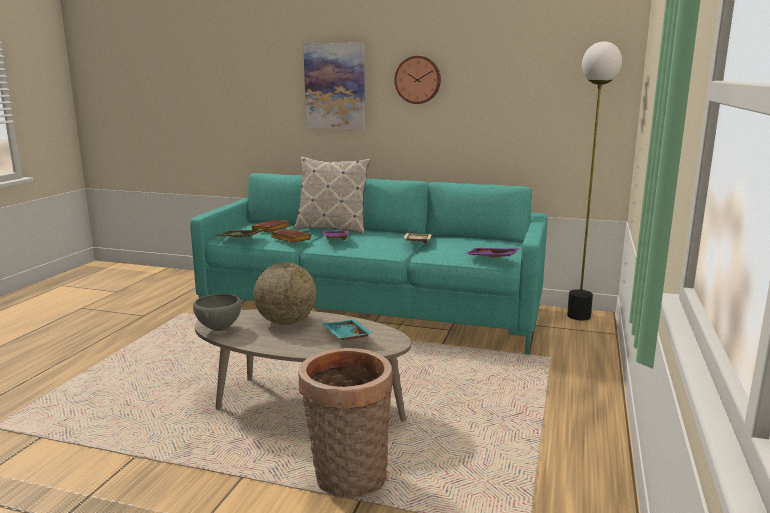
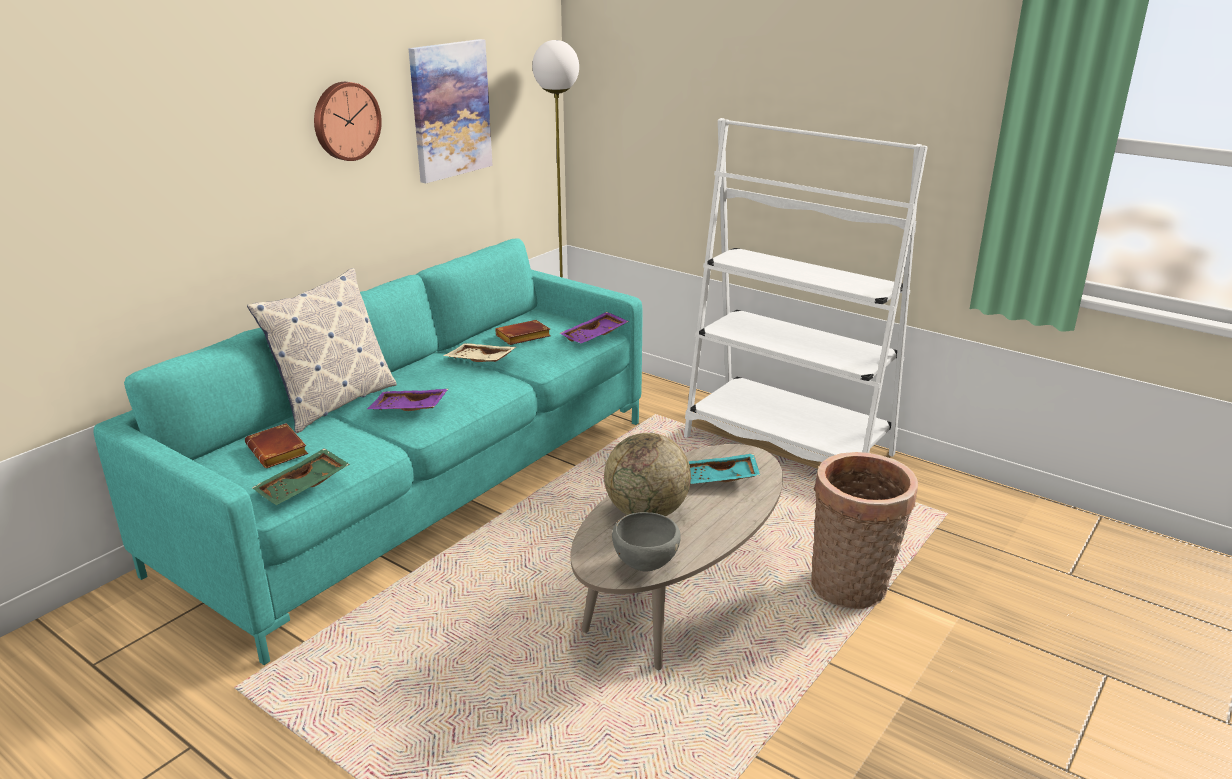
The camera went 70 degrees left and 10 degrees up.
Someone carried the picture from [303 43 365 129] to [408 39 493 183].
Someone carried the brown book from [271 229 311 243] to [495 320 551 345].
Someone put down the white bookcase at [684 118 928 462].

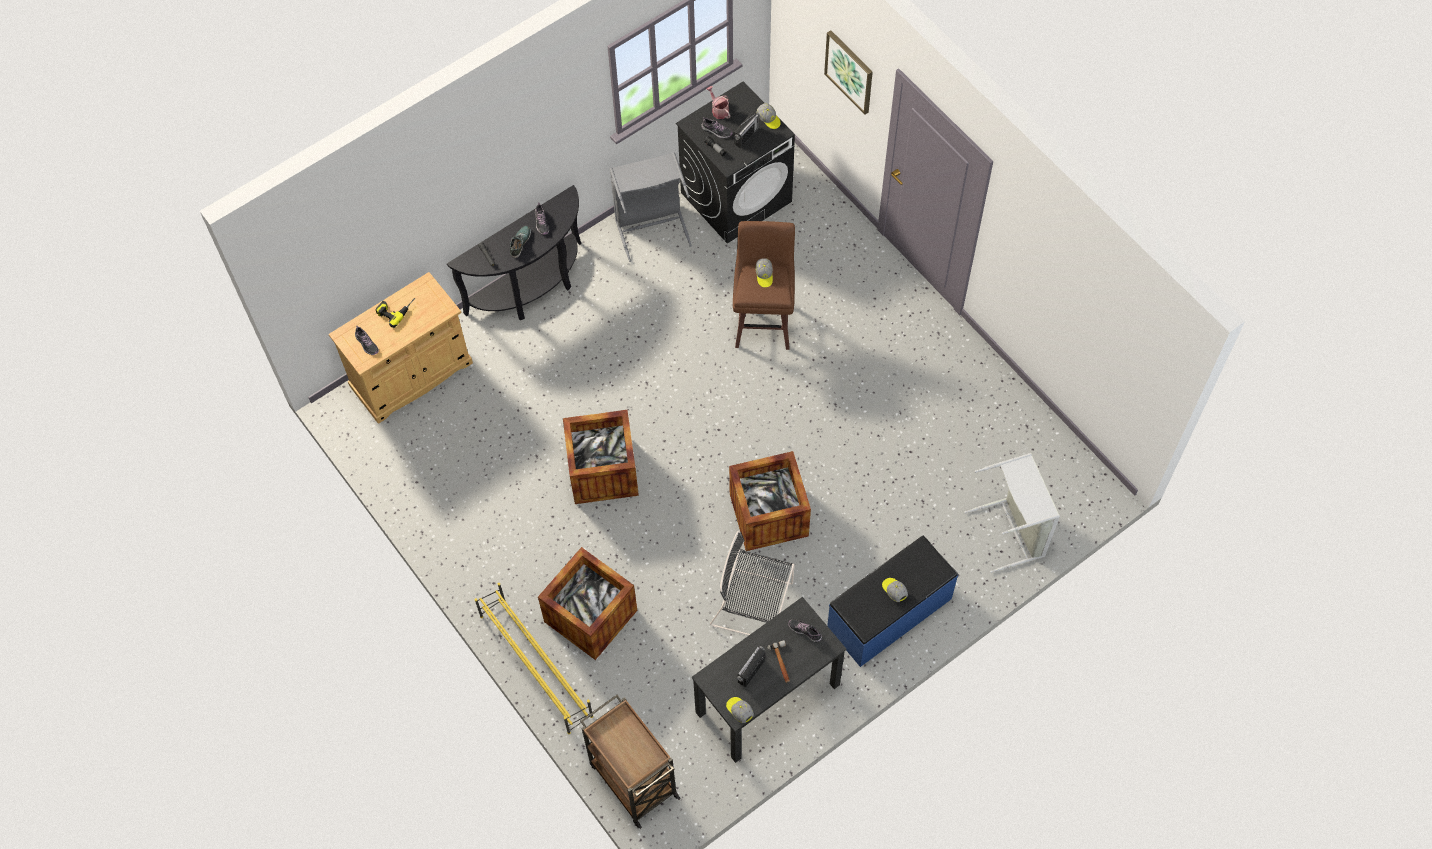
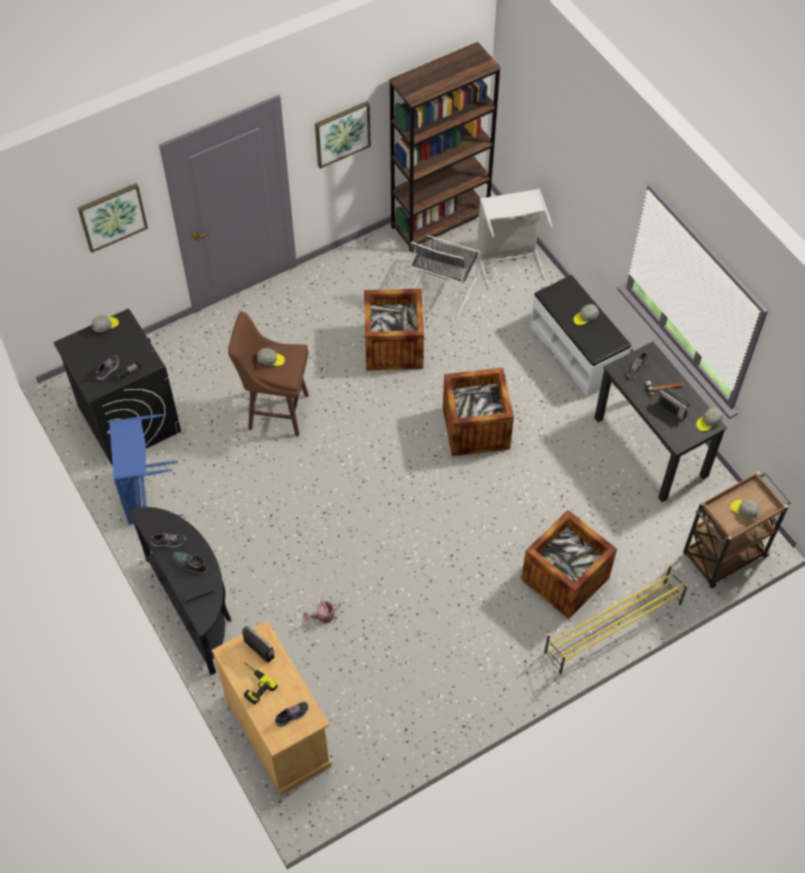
The camera went 85 degrees left and 5 degrees down.
Someone carried the watering can from [706 86 730 119] to [303 600 341 623].
Someone carried the radio from [734 112 760 148] to [242 625 275 663].
Someone repainted the grey laundry basket at [610 152 692 262], which became the blue laundry basket at [109 414 184 525].
Someone carried the crate from [563 410 639 504] to [364 289 424 370].
Someone carried the black chair from [710 531 795 635] to [408 235 480 318].
Someone repainted the blue bench at [827 535 958 667], which became the white bench at [530 275 631 397].
Someone put down the brown bookcase at [389 42 501 252].
Someone put up the picture at [315 101 371 169].
Someone put down the cap at [731 499 761 518].

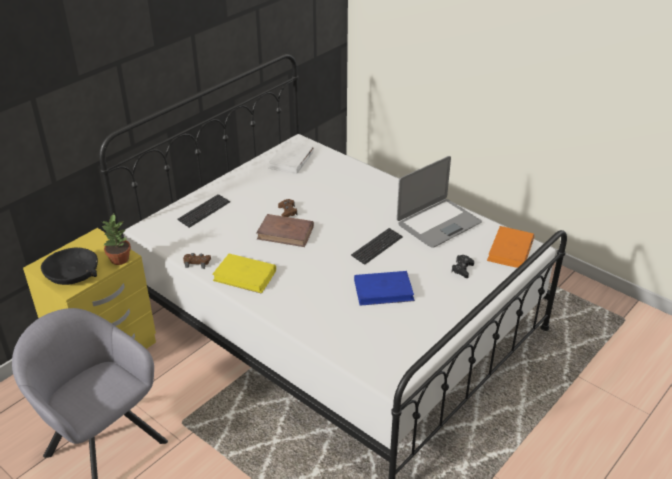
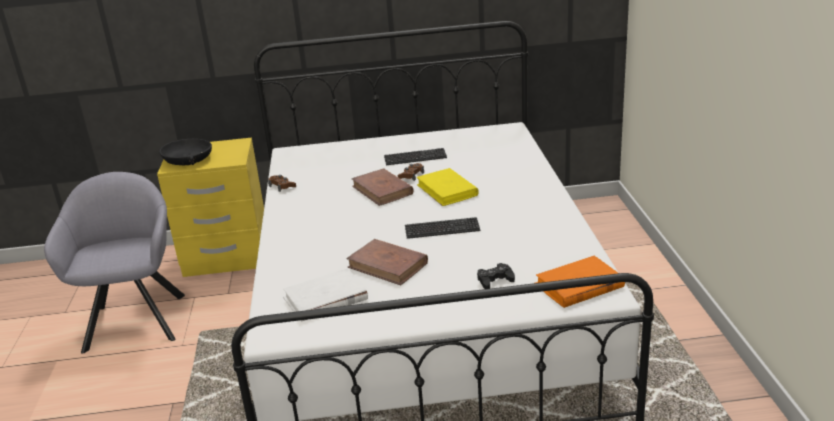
The camera went 45 degrees right and 10 degrees down.
Someone carried the white book from [268 142 314 174] to [283 268 368 322].
Someone took away the laptop at [397 156 482 248].
Someone carried the keyboard from [177 194 230 228] to [384 148 447 165].
Someone took away the potted plant at [101 214 131 265].
Someone carried the yellow book from [212 254 276 294] to [417 168 479 206].
Someone repainted the blue book at [354 271 415 306], which became the brown book at [347 239 428 285].

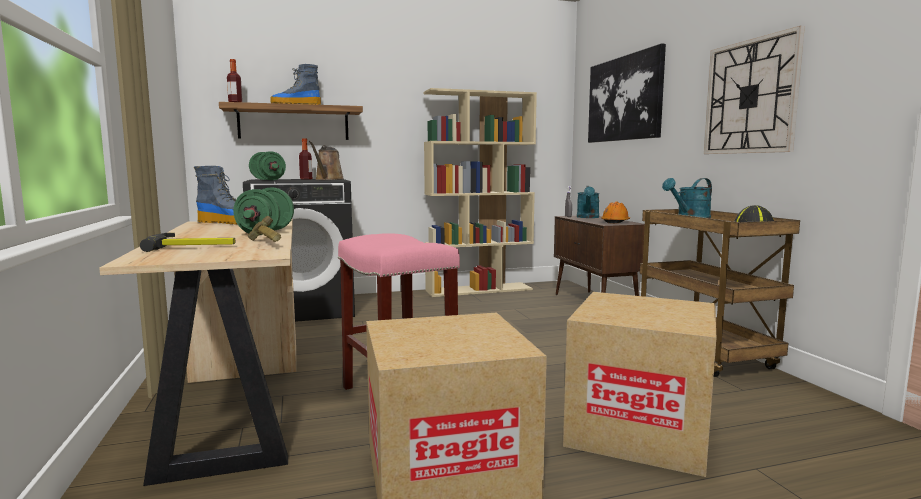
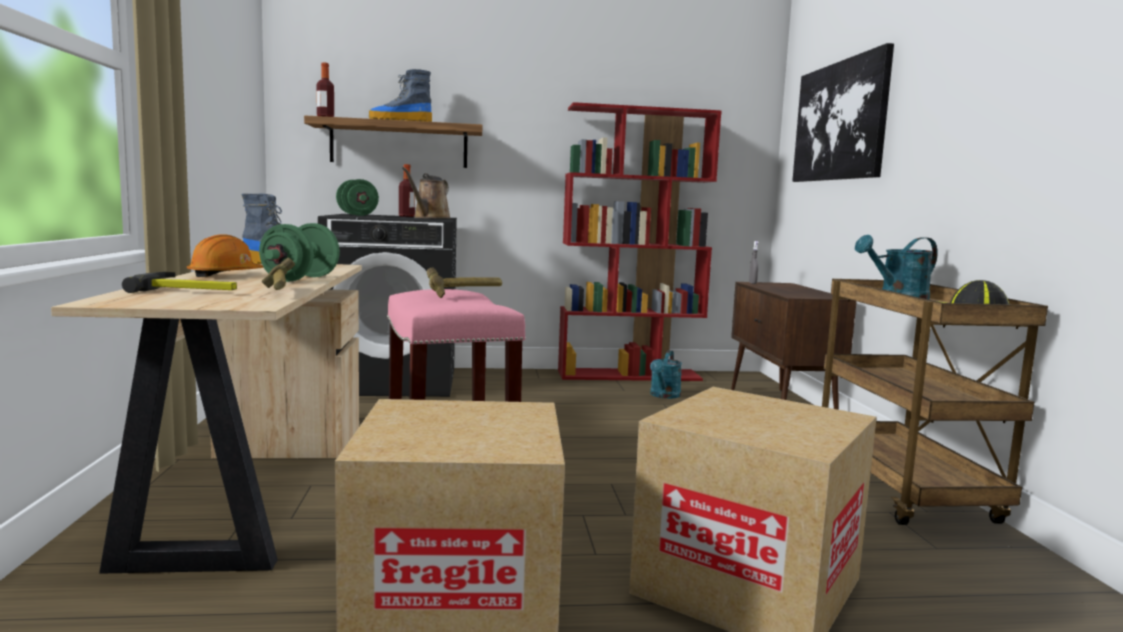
The camera went 10 degrees right and 0 degrees up.
Someone took away the wall clock at [704 26 805 154].
Someone repainted the beige bookcase at [423 88 537 297], which became the red bookcase at [558 102 722 381].
Someone carried the turquoise watering can from [577 186 600 218] to [650 350 682 399].
Someone carried the orange hard hat from [601 202 630 224] to [187 234 264 277].
Someone put down the hammer at [427 268 502 298].

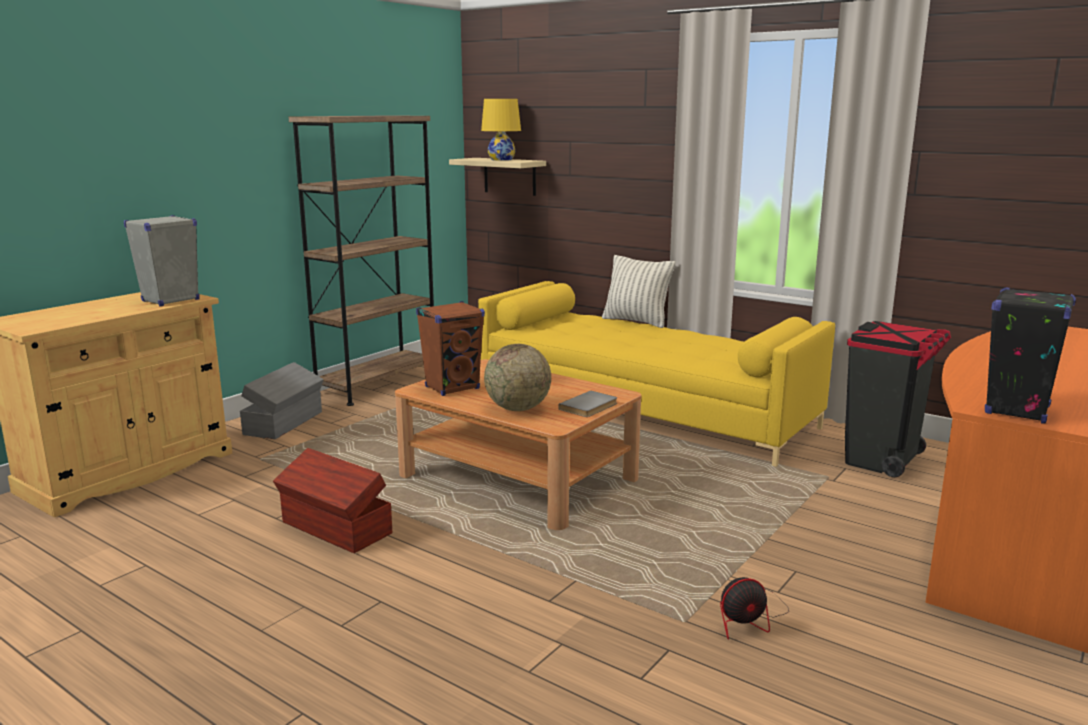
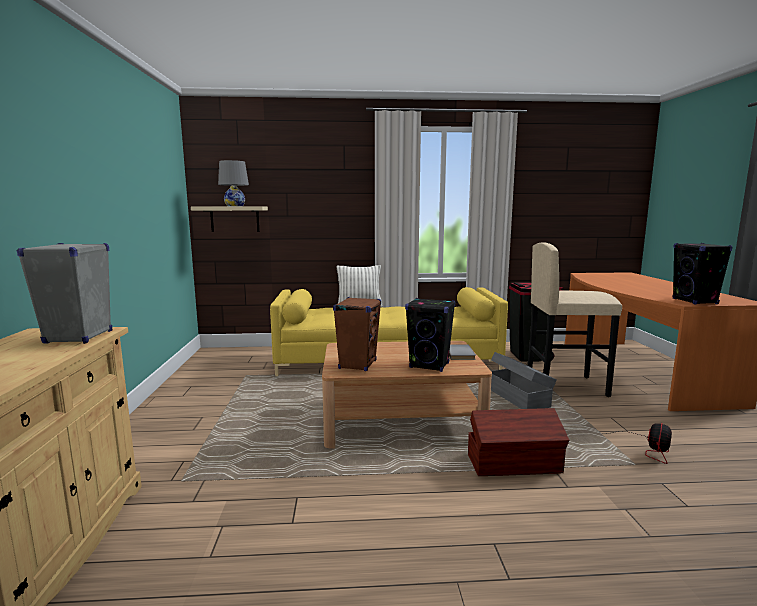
The camera went 40 degrees left and 5 degrees down.
Someone repainted the yellow table lamp at [481 99 521 161], which became the grey table lamp at [218 160 249 206].
Someone took away the brown bookcase at [289 115 434 406].
Someone swapped the globe at [484 344 551 411] for the black speaker at [405 298 455 372].
Someone carried the grey storage box from [240 362 324 439] to [491 352 557 409].
Someone carried the brown storage box from [273 448 392 553] to [468 408 569 476].
Someone put down the beige stool at [527 242 622 397].

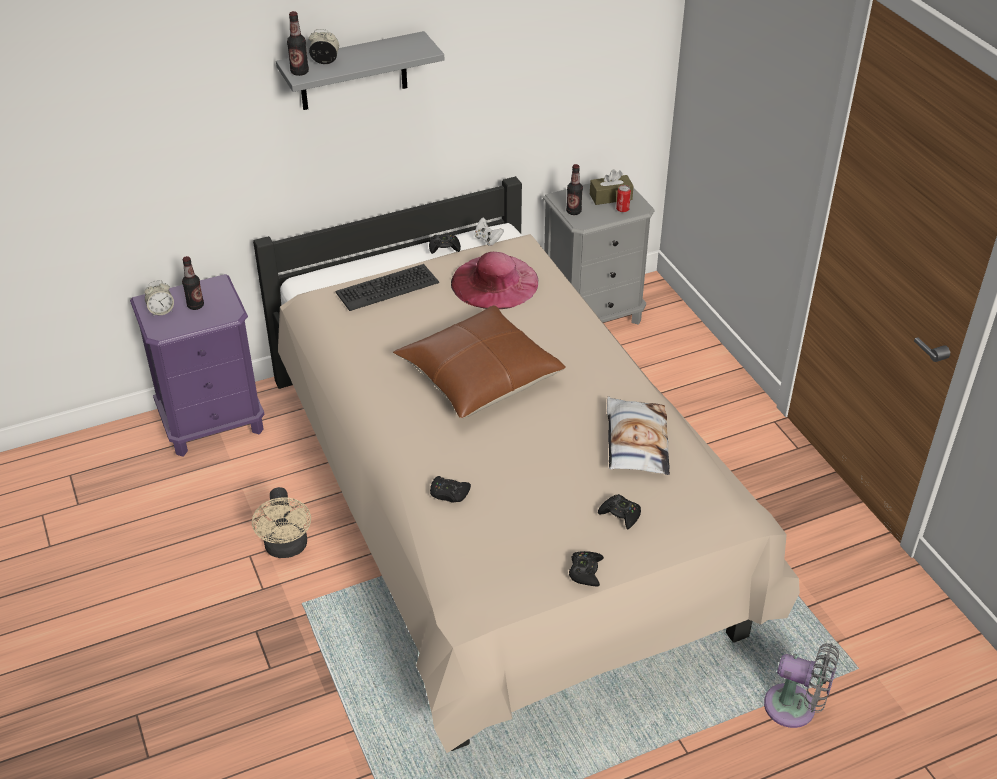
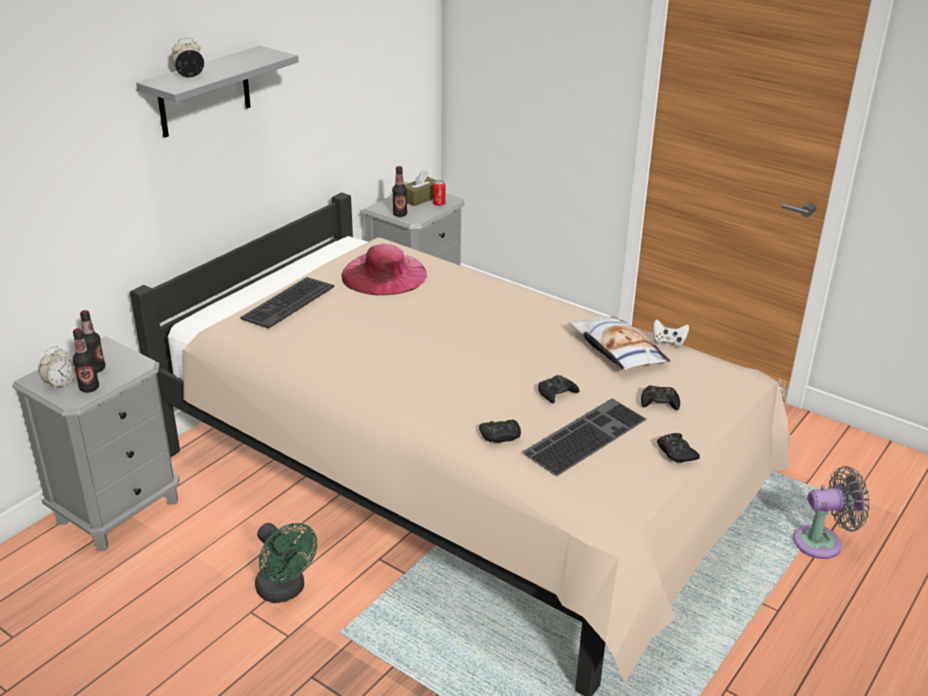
The camera went 30 degrees left and 10 degrees down.
Someone carried the bottle from [287 11 309 76] to [73 328 99 393].
Someone carried the white game controller from [474 217 504 246] to [653 319 689 347].
Someone carried the black game controller from [429 234 461 254] to [538 375 580 404].
Someone repainted the purple nightstand at [130 274 265 457], which became the grey nightstand at [12 336 179 551].
Someone took away the brown pillow at [393 306 566 418].
Someone repainted the beige fan at [252 487 311 558], which became the green fan at [255 523 317 603].
Someone put down the keyboard at [522 398 647 476].

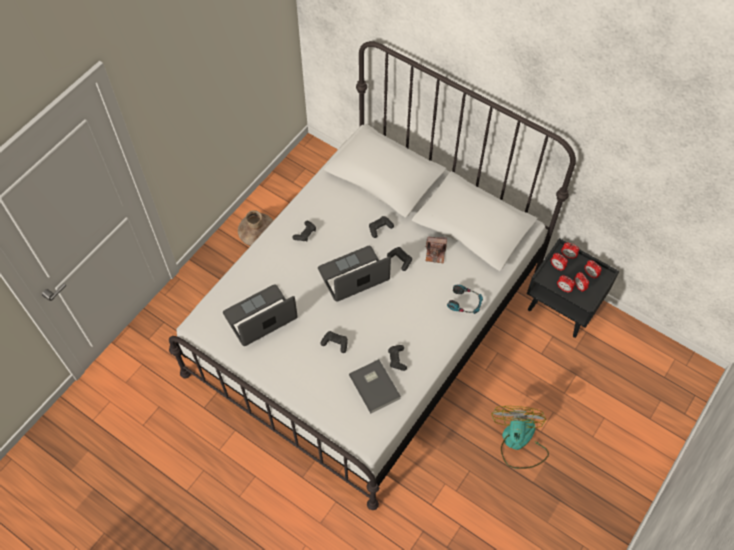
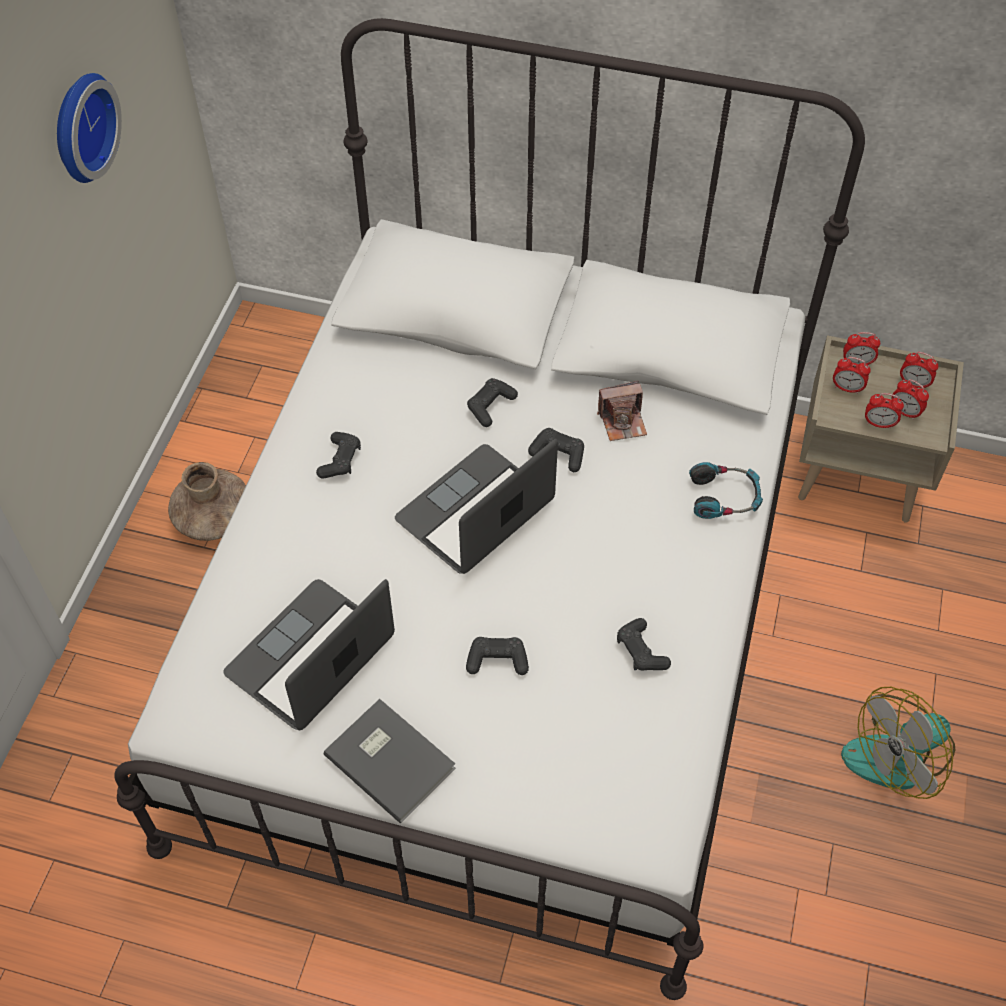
The camera went 20 degrees left and 5 degrees down.
Someone repainted the black nightstand at [527 238 619 338], which became the beige nightstand at [798 335 964 523].
Someone carried the grey book from [349 359 401 413] to [324 699 456 823].
Someone rotated the fan at [491 406 549 469] by 105 degrees counterclockwise.
Someone put up the wall clock at [57 73 122 183].

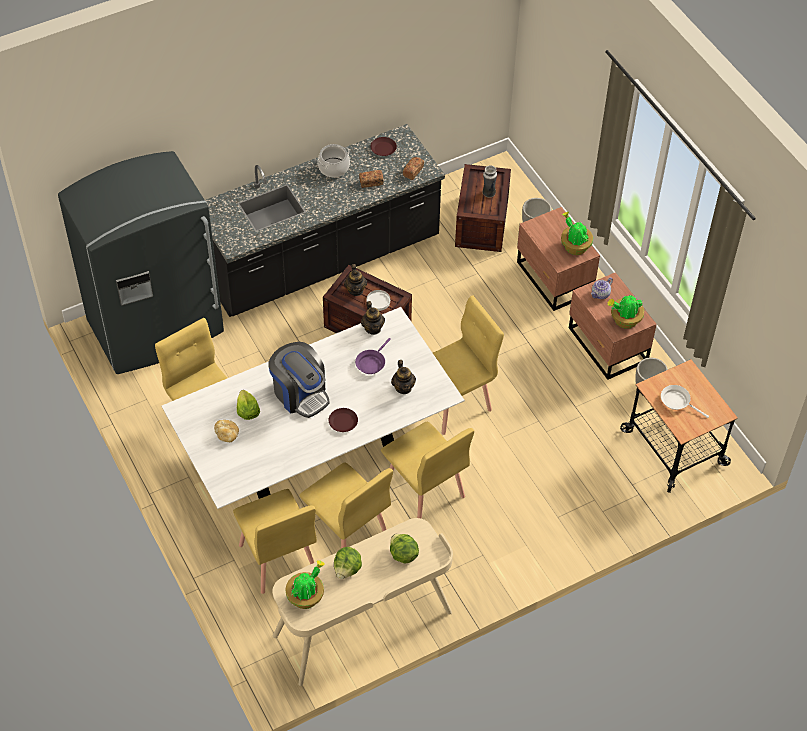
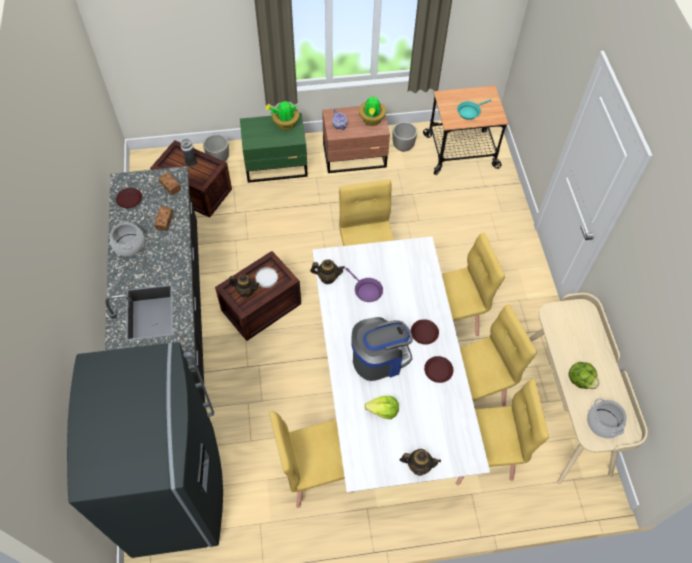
The camera went 70 degrees left and 5 degrees up.
Someone repainted the brown nightstand at [517 207 600 311], which became the green nightstand at [240 113 308 183].
Someone carried the teapot from [391 360 416 394] to [400 449 441 476].
Someone repainted the white frying pan at [661 385 709 418], which became the turquoise frying pan at [457 99 491 120].
Someone took away the bread at [214 420 239 442].
Someone took away the lettuce at [390 534 419 563].
Someone swapped the potted plant at [286 560 325 609] for the cooking pot at [587 398 627 438].
Someone put down the brown plate at [424 356 453 383].

